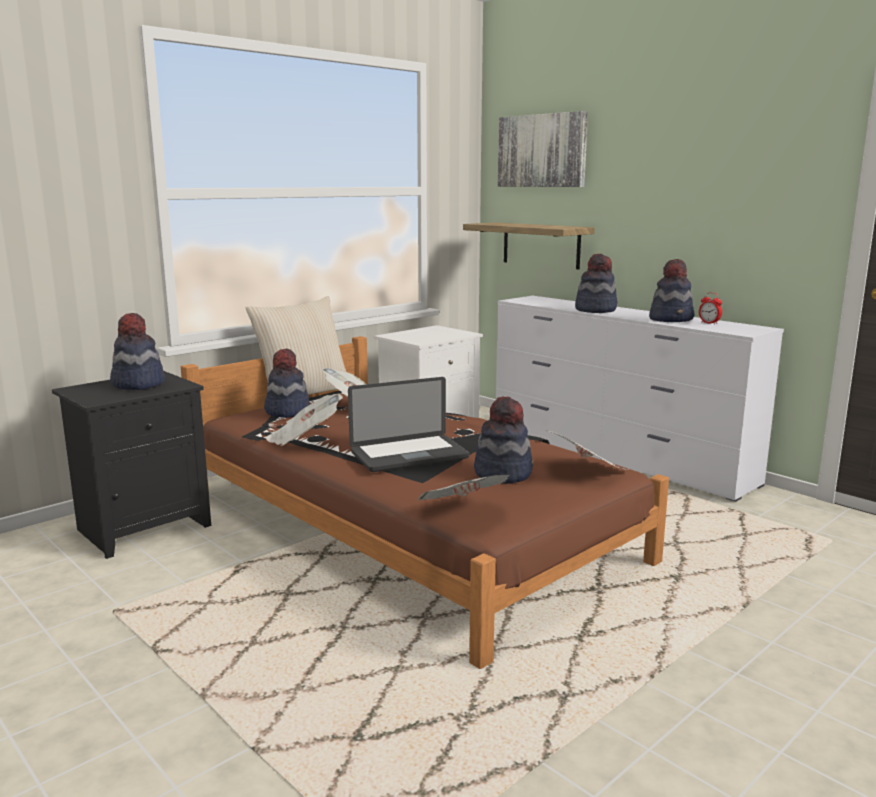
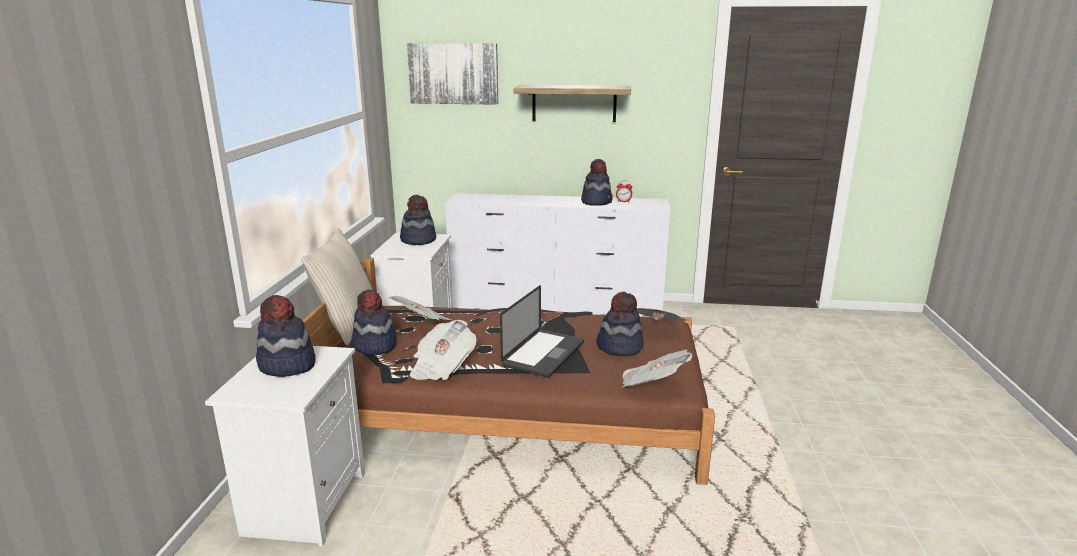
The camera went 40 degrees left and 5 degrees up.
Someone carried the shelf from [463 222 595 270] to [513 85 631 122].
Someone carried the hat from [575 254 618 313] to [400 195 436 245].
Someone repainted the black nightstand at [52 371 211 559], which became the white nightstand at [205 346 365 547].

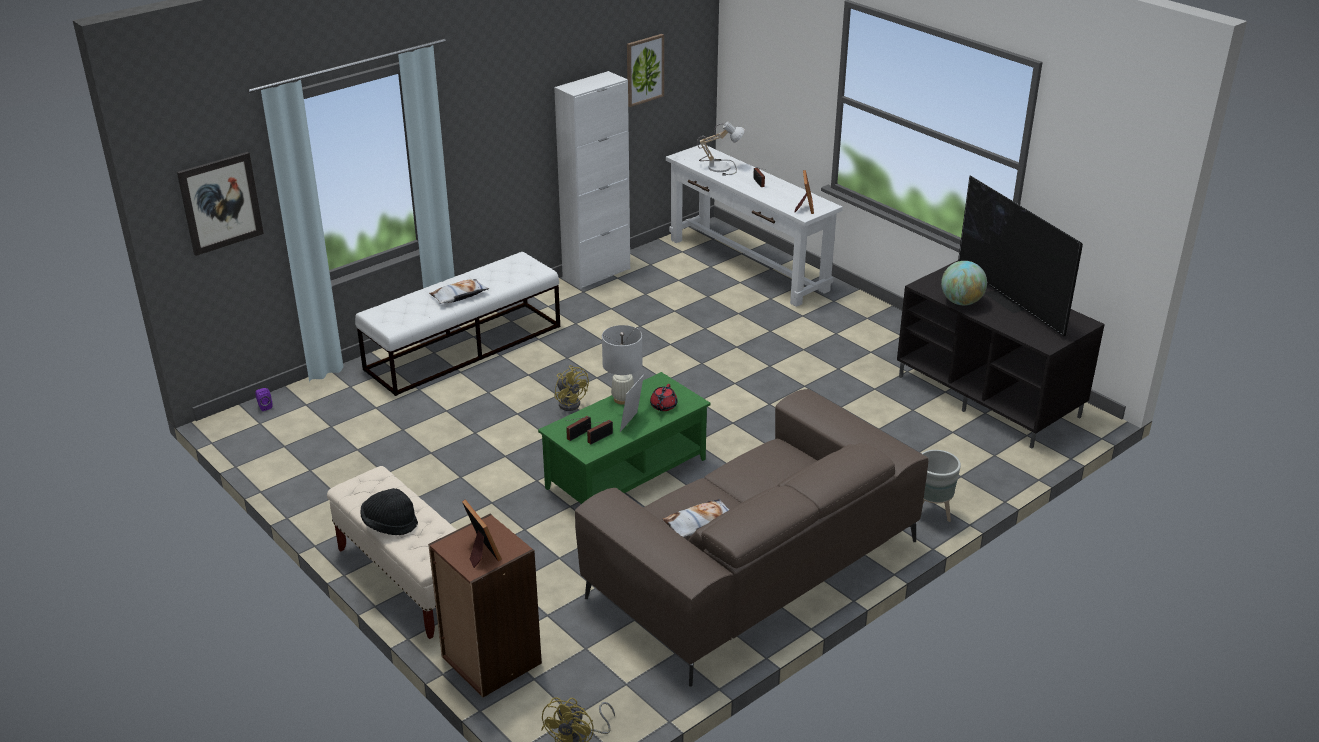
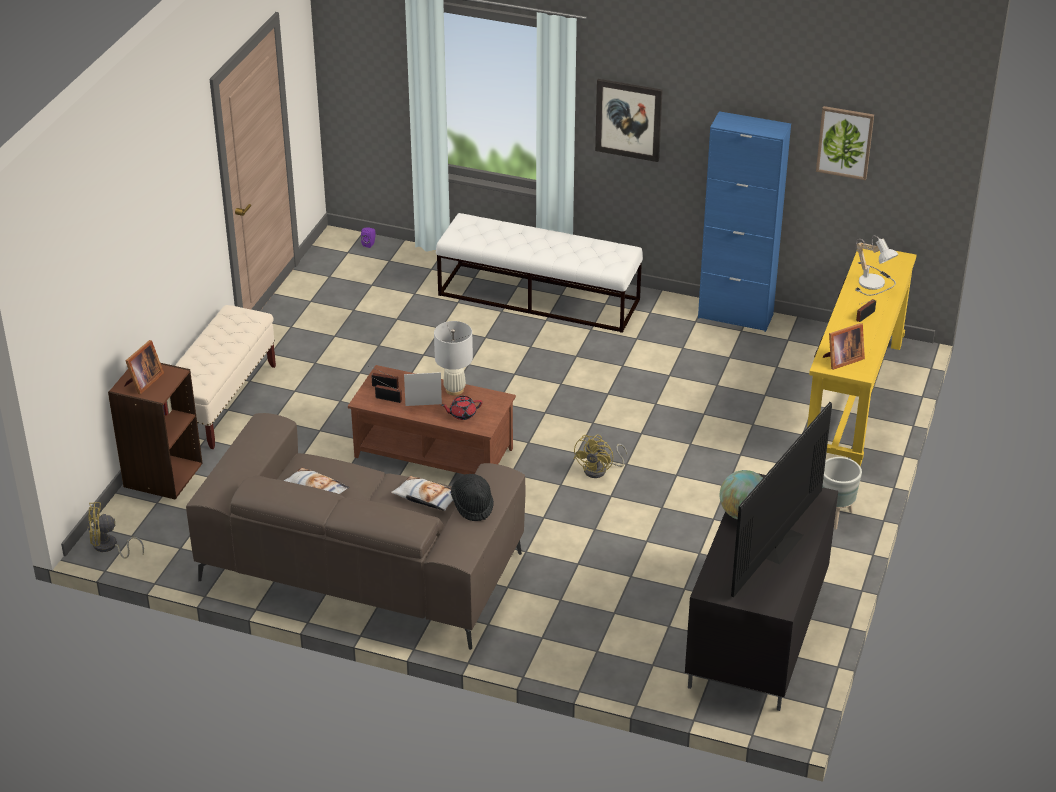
The camera went 60 degrees right and 5 degrees up.
Someone repainted the white cabinet at [554 71 630 289], which became the blue cabinet at [698 111 791 332].
Someone repainted the white console table at [666 144 843 307], which became the yellow console table at [807 247 917 466].
Someone carried the picture from [177 152 264 256] to [595 79 663 162].
Someone carried the pillow from [429 279 490 304] to [391 476 453 511].
Someone carried the yellow fan from [554 365 589 411] to [573 434 628 478].
Someone repainted the green coffee table at [538 372 711 504], which became the brown coffee table at [348 365 516 475].
Someone carried the grey planter from [921 450 961 522] to [822 457 862 530].
Someone carried the black hat from [360 488 418 535] to [451 474 494 521].

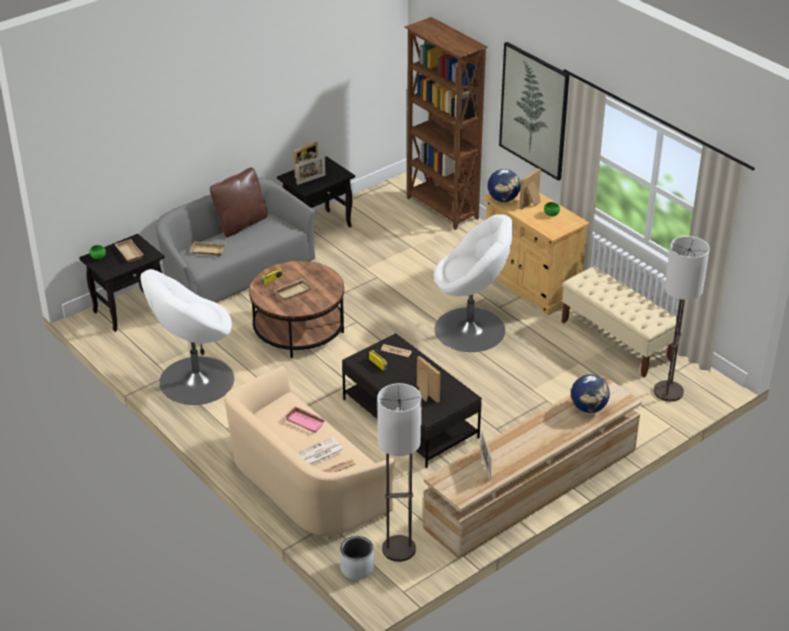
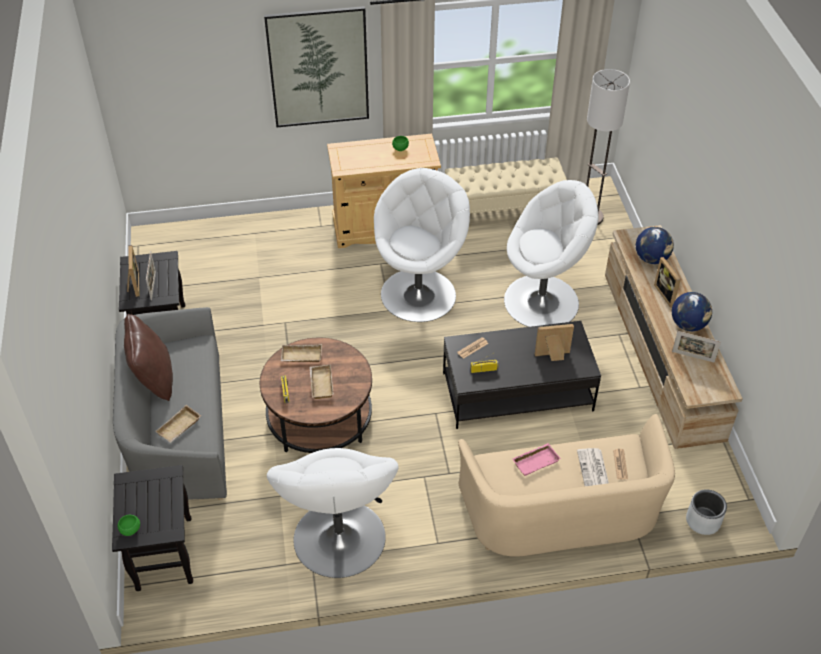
The camera went 60 degrees left and 10 degrees up.
Someone took away the brown bookcase at [405 17 488 230].
Someone carried the picture frame from [519 168 541 210] to [654 257 681 308].
Someone carried the globe from [487 169 521 202] to [672 292 712 331].
Someone carried the beige tray from [115 239 144 262] to [281 344 322 362].
Someone took away the floor lamp at [377 383 422 562].
Someone put down the white armchair at [504 180 599 327].

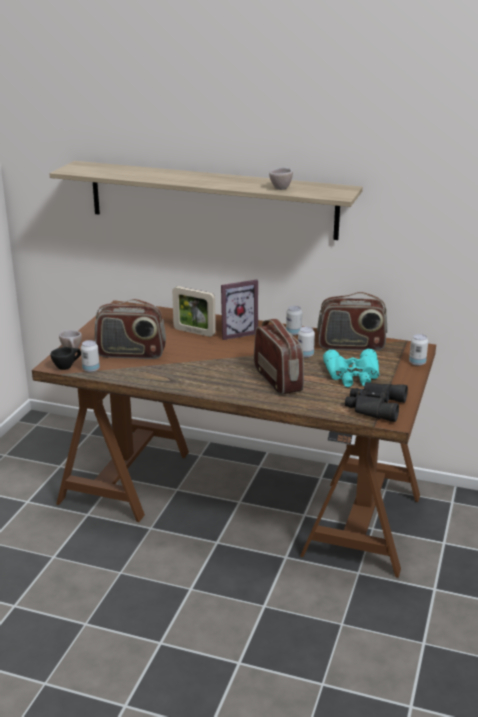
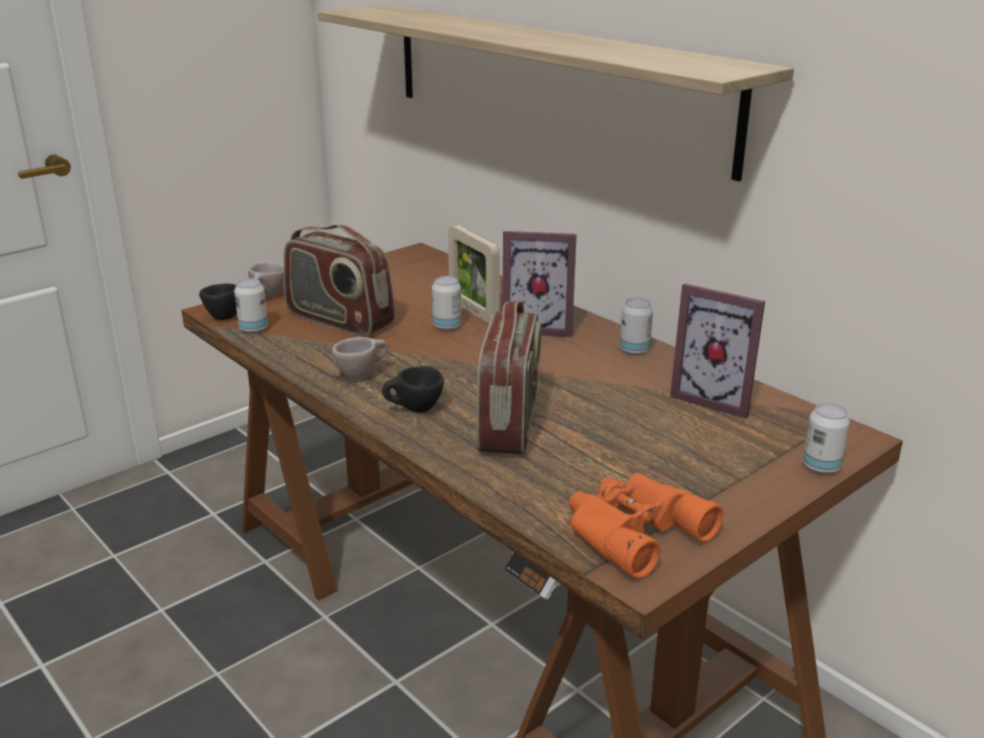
The camera went 30 degrees right and 0 degrees up.
Someone carried the beige cup from [269 167 293 190] to [332 337 388 380].
Someone swapped the radio at [317 292 387 351] for the picture frame at [670 283 765 418].
Someone carried the can from [298 327 315 358] to [432 276 461 331].
Someone took away the turquoise binoculars at [323 349 379 387].
Someone repainted the black binoculars at [345 382 408 422], which became the orange binoculars at [568 472 724 579].
Someone put down the black cup at [382 366 444 413].

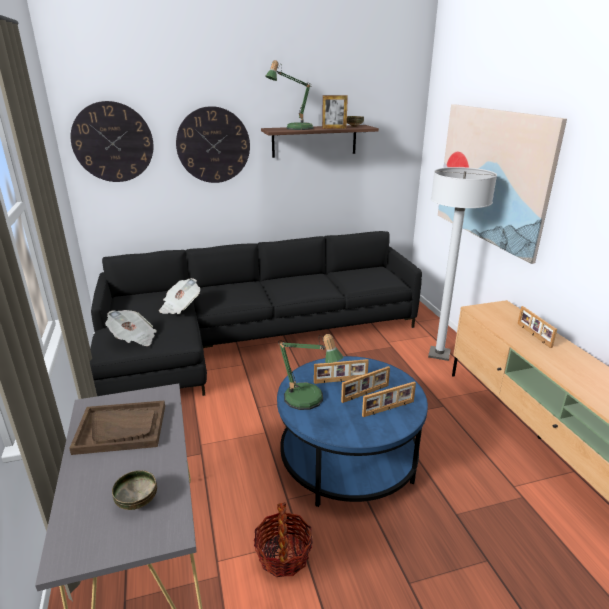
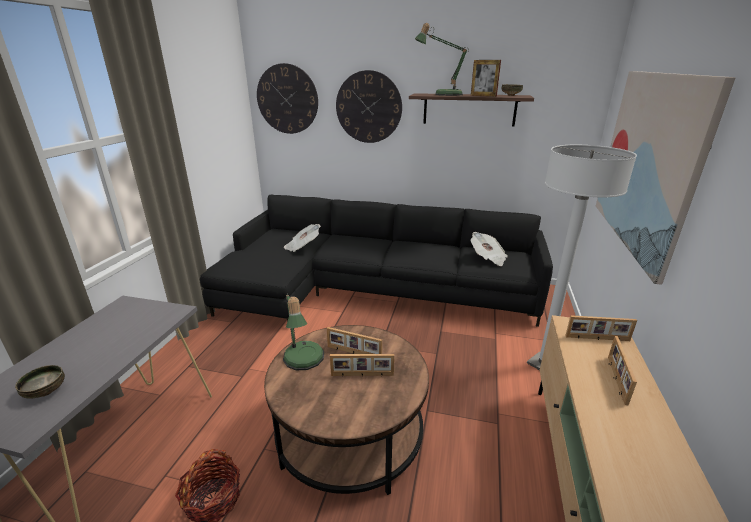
The camera went 30 degrees right and 0 degrees up.
Someone carried the newspaper from [105 310 157 346] to [470 232 508 266].
Someone repainted the blue coffee table at [277 356 428 507], which became the brown coffee table at [264 325 429 495].
Someone carried the picture frame from [362 381 416 417] to [565 315 637 341].
Someone took away the brown tray at [69 401 165 455].

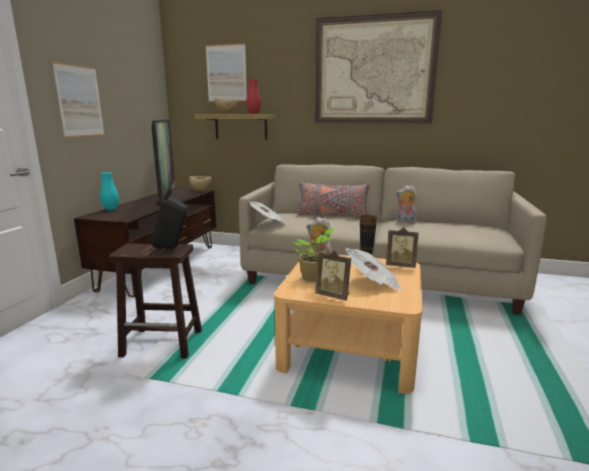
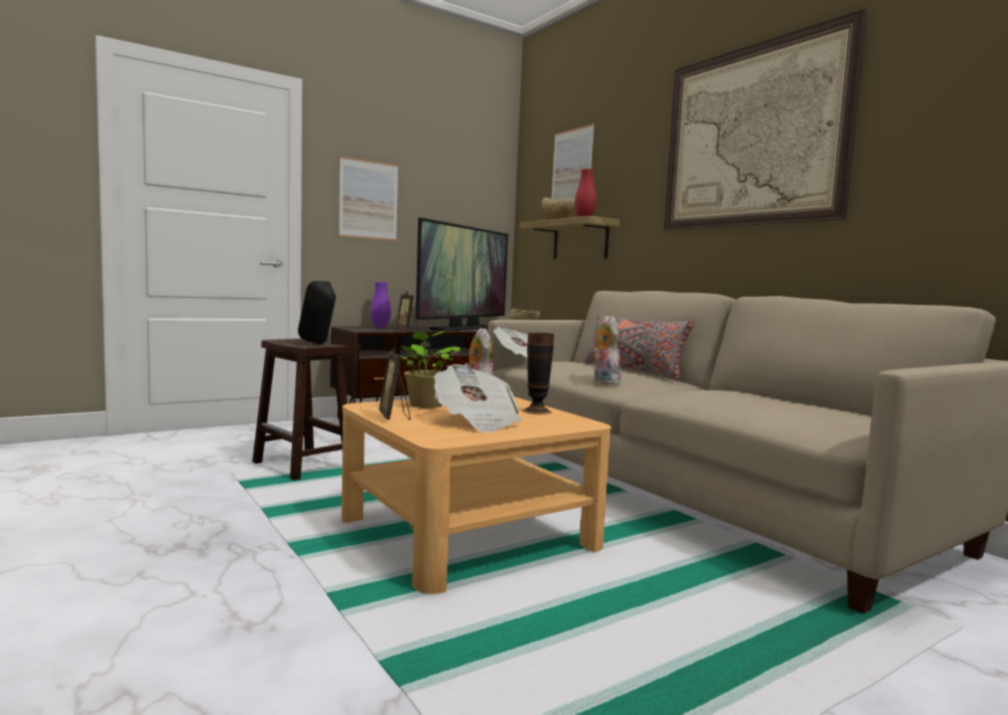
The camera went 40 degrees right and 10 degrees down.
Someone repainted the turquoise vase at [100 172 119 210], which became the purple vase at [370 282 391 327].
Someone carried the plush toy from [396 185 417 224] to [593 317 621 385].
Someone carried the picture frame from [386 227 419 268] to [396 292 417 330].

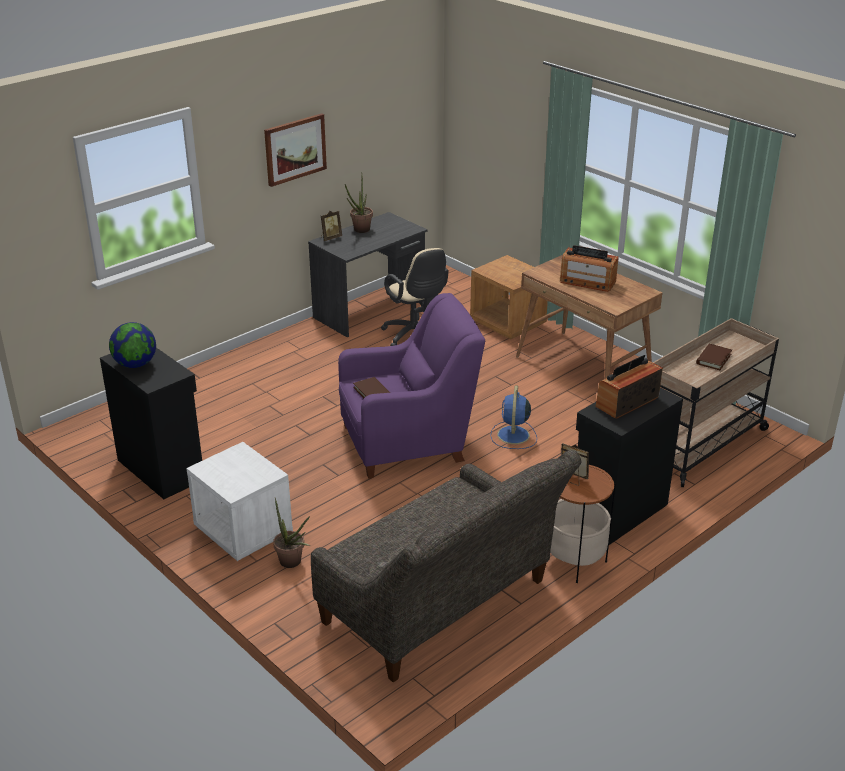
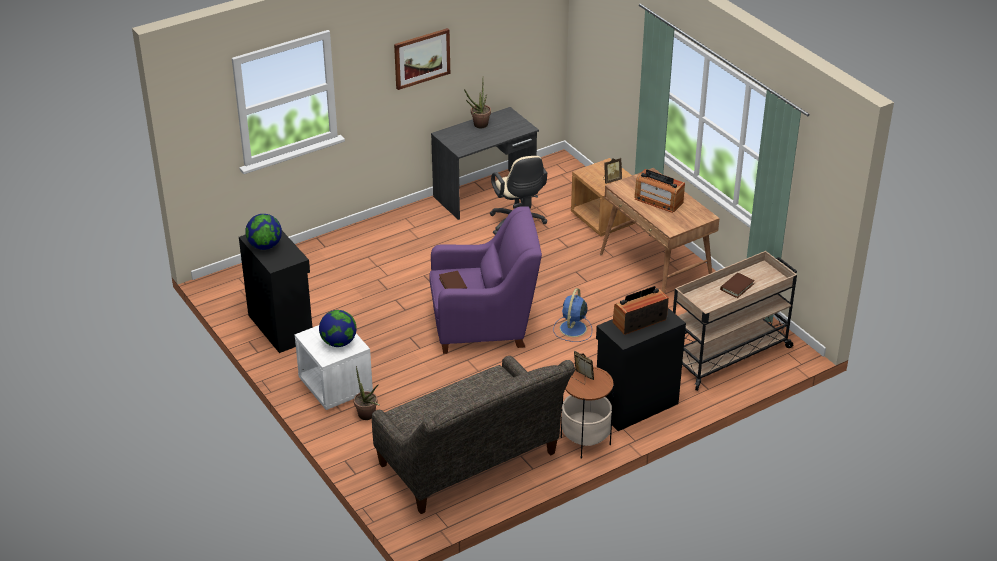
The camera went 10 degrees right and 5 degrees up.
Someone carried the picture frame from [321 211 342 241] to [603 158 622 184].
Someone put down the globe at [319 310 357 347].

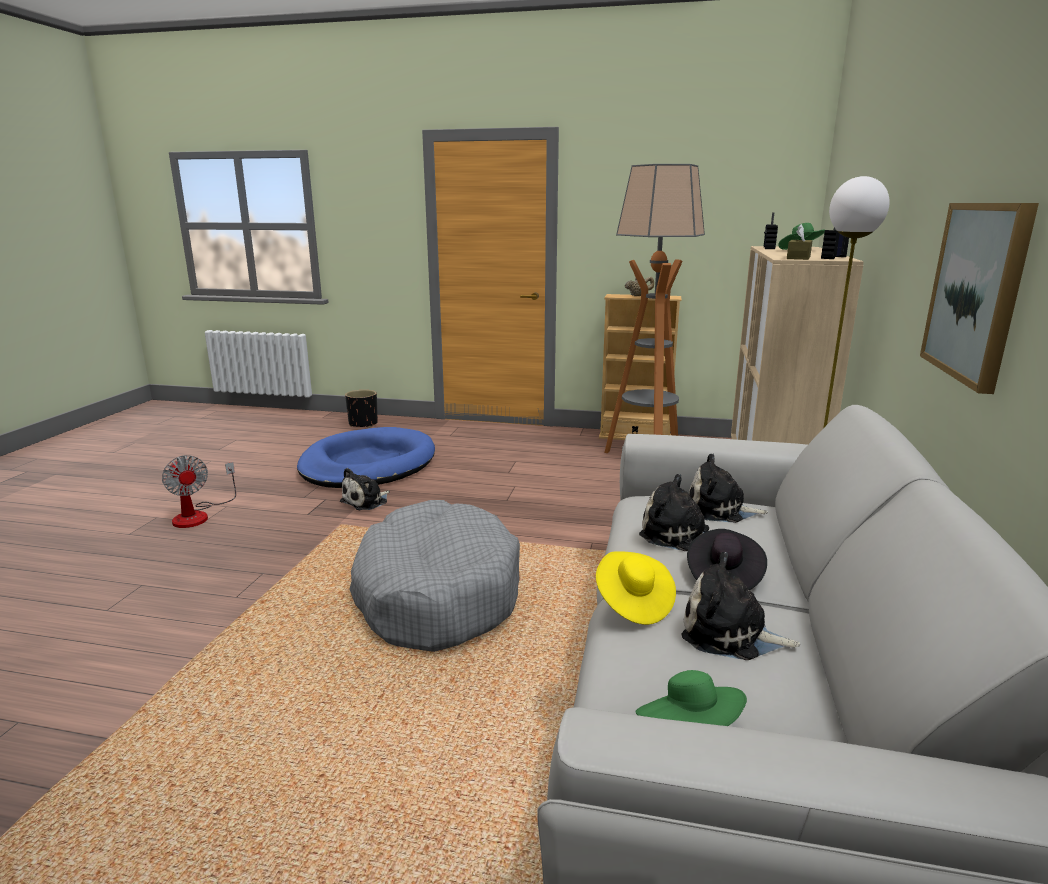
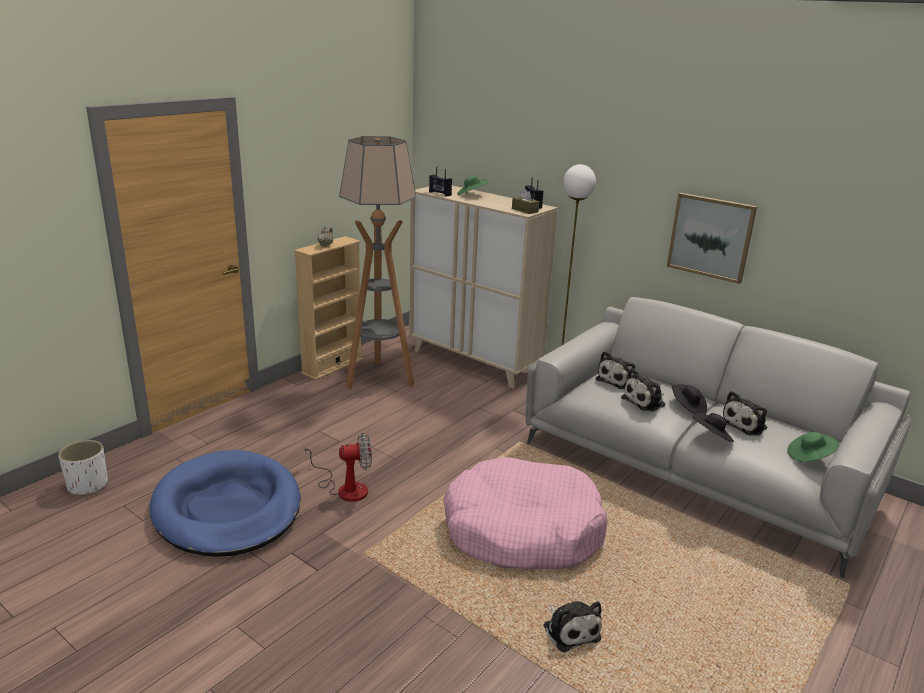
The camera went 65 degrees left and 5 degrees up.
Someone repainted the black planter at [345 390 378 428], which became the white planter at [58 440 108 496].
Someone carried the fan from [162 455 236 528] to [304 433 372 502].
Someone carried the plush toy from [340 468 390 510] to [543 601 602 652].
Someone repainted the grey dog bed at [350 500 520 652], which became the pink dog bed at [443 457 608 570].
Someone repainted the yellow hat at [596 551 676 625], which became the black hat at [692 413 734 442].

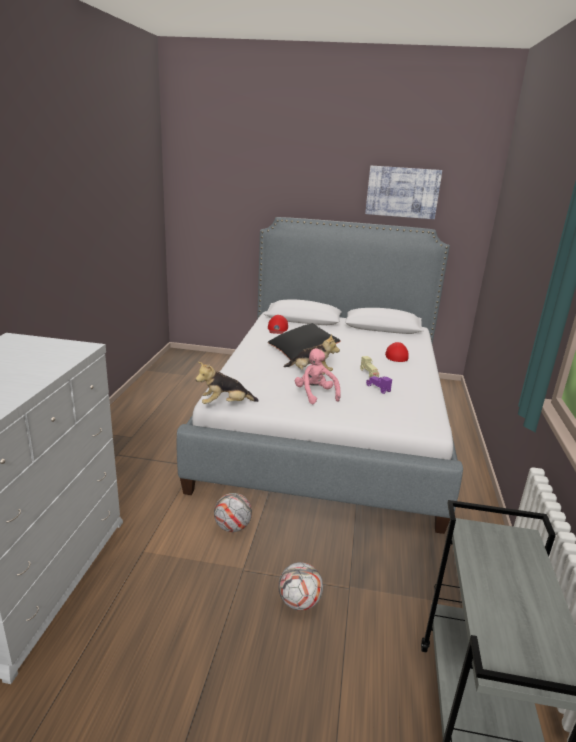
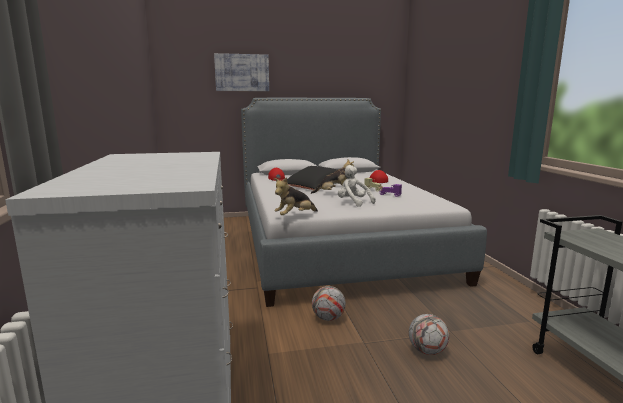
The camera went 20 degrees left and 10 degrees down.
Someone carried the picture from [365 166 442 219] to [214 53 269 91].
Someone repainted the pink plush toy at [295 348 341 404], which became the white plush toy at [338 165 376 207].

